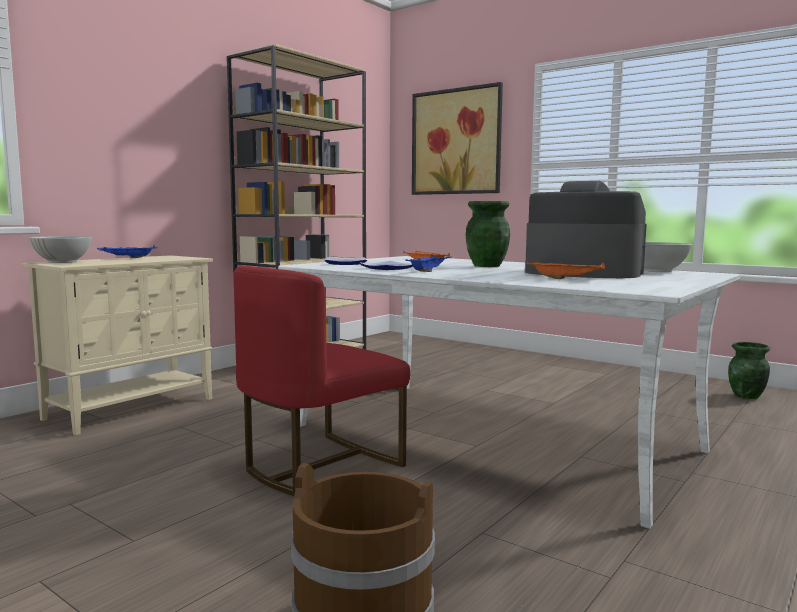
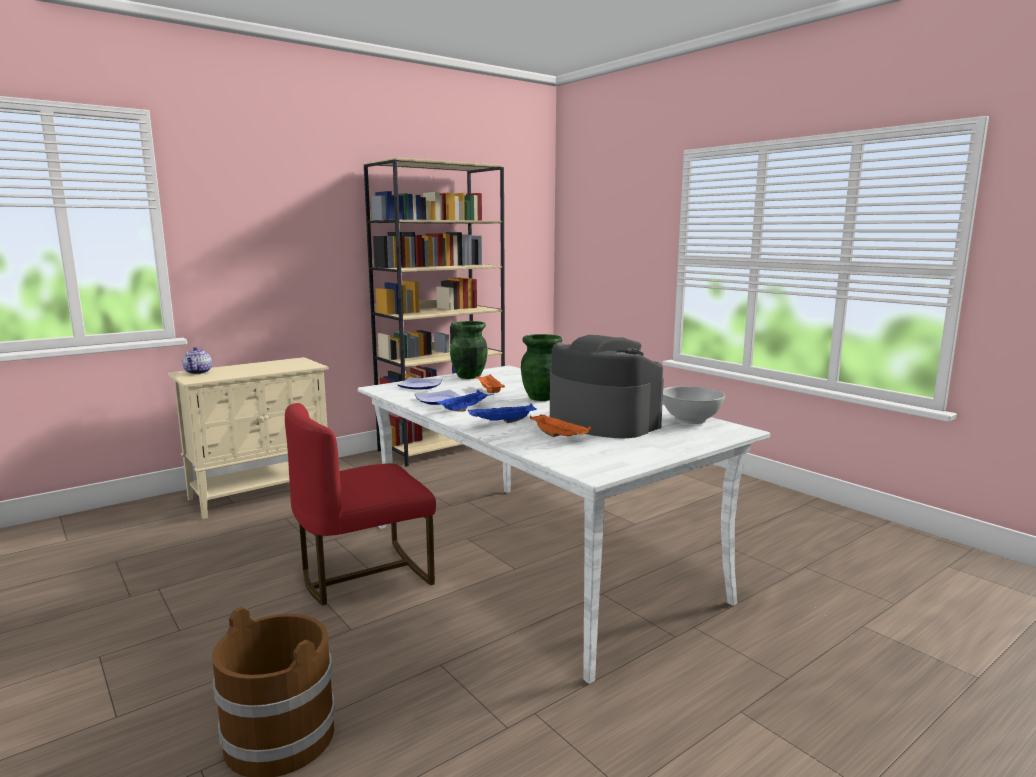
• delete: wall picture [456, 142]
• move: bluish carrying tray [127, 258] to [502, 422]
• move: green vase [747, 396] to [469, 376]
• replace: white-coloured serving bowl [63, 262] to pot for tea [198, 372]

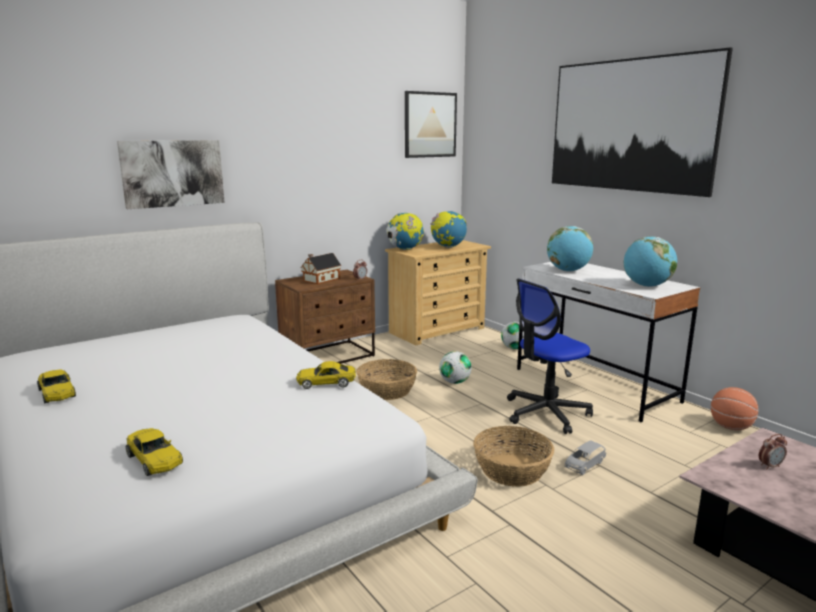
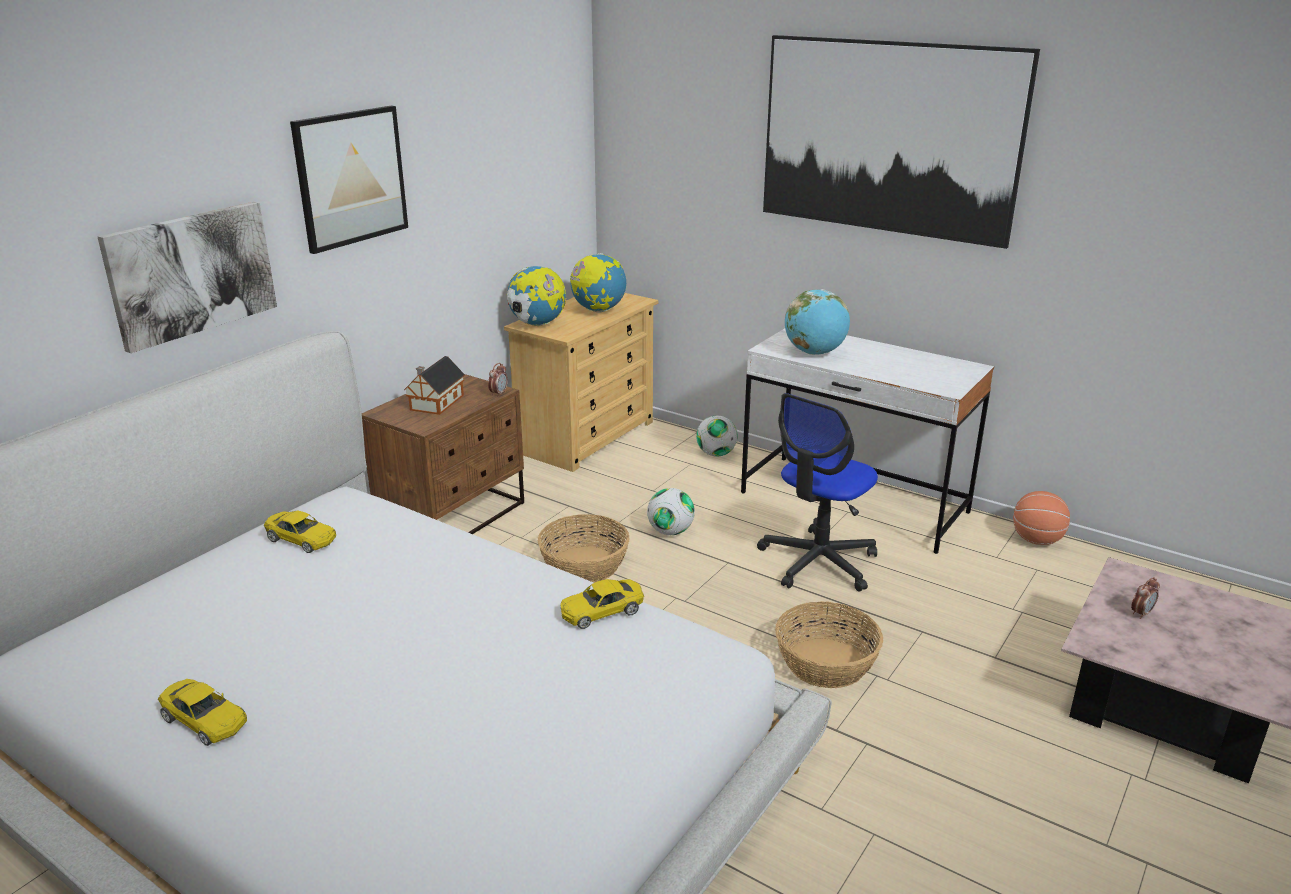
• delete: gray toy car [584, 465]
• delete: desk globe [647, 286]
• move: yellow-coloured toy car [154, 459] to [301, 539]
• move: wall picture [430, 125] to [351, 177]

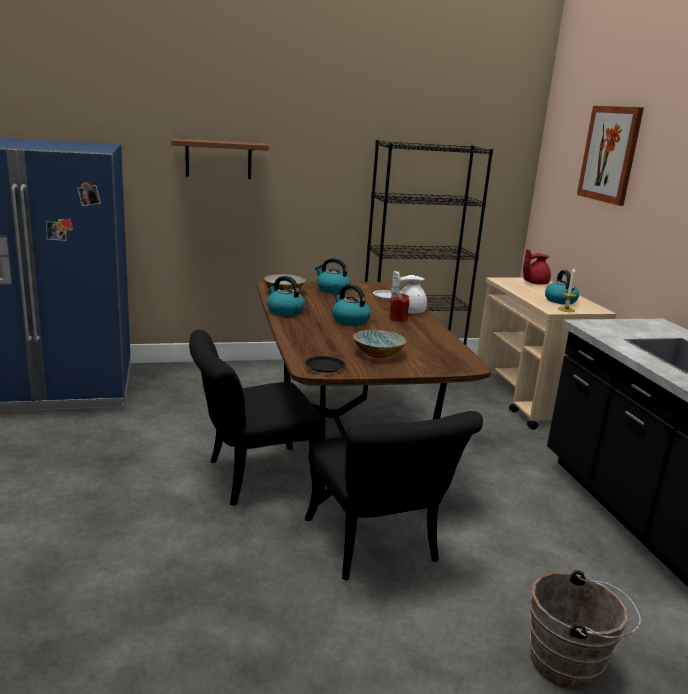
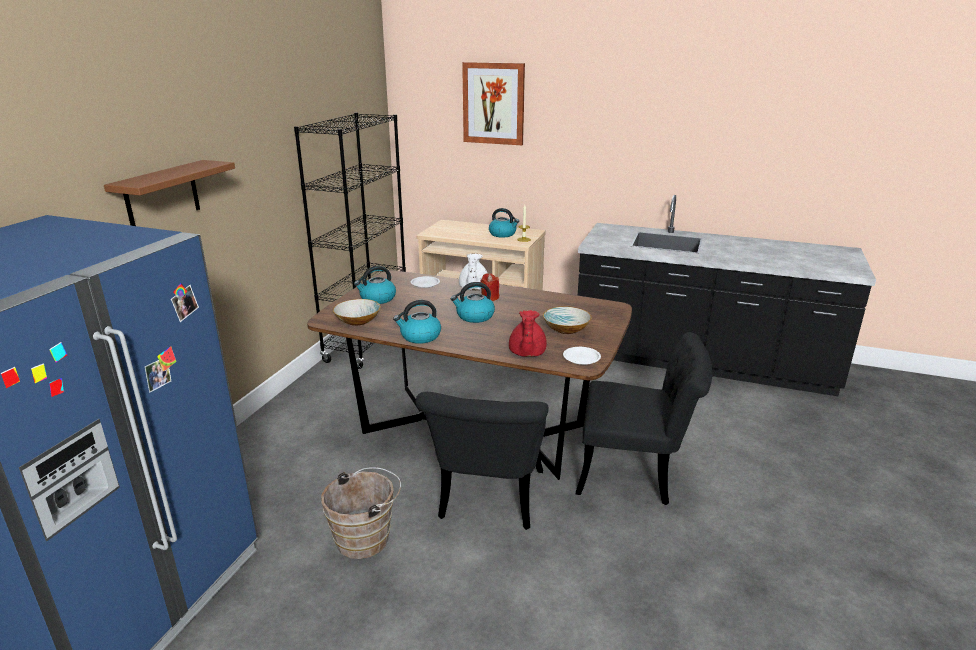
• move: red-coloured pot for tea [534, 283] to [526, 353]
• move: brownish water bucket [571, 665] to [367, 538]
• recolor: black flat dish [324, 367] to white-coloured flat dish [581, 358]

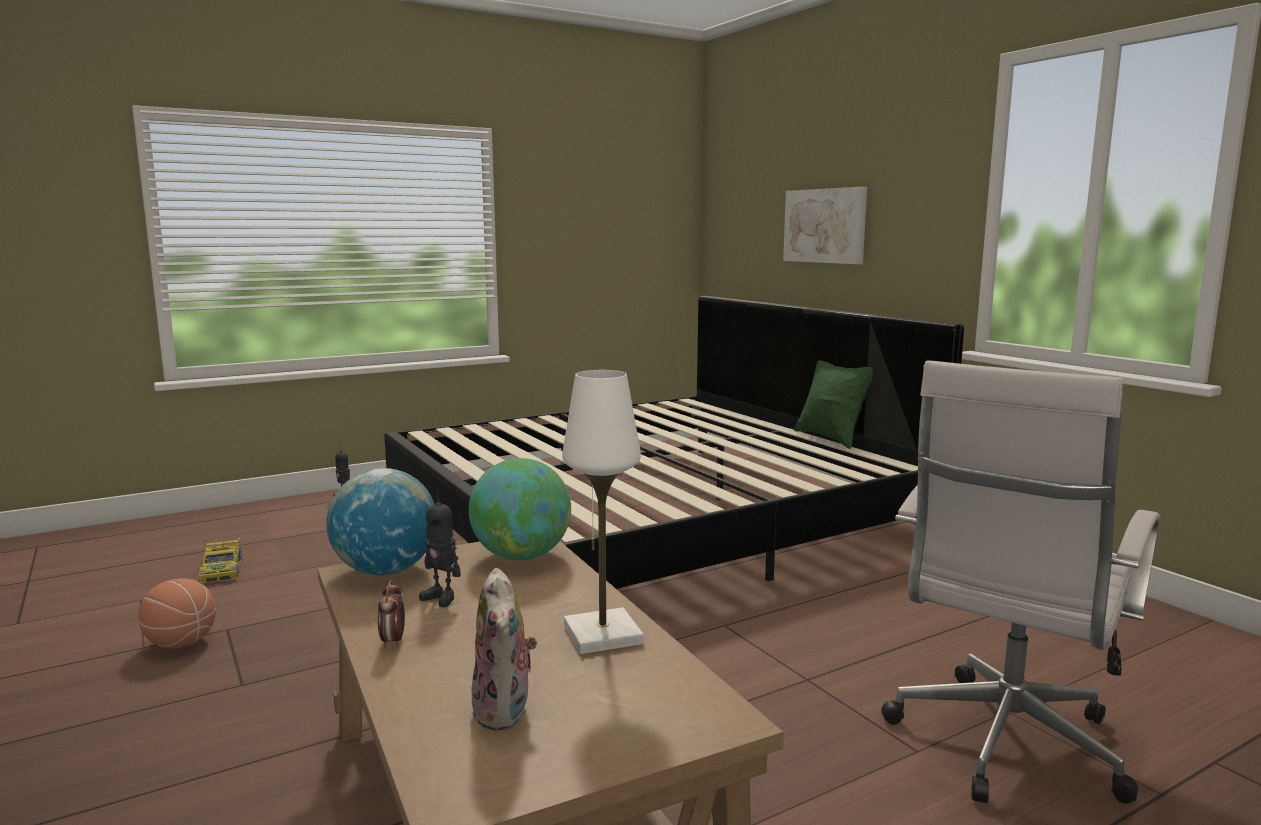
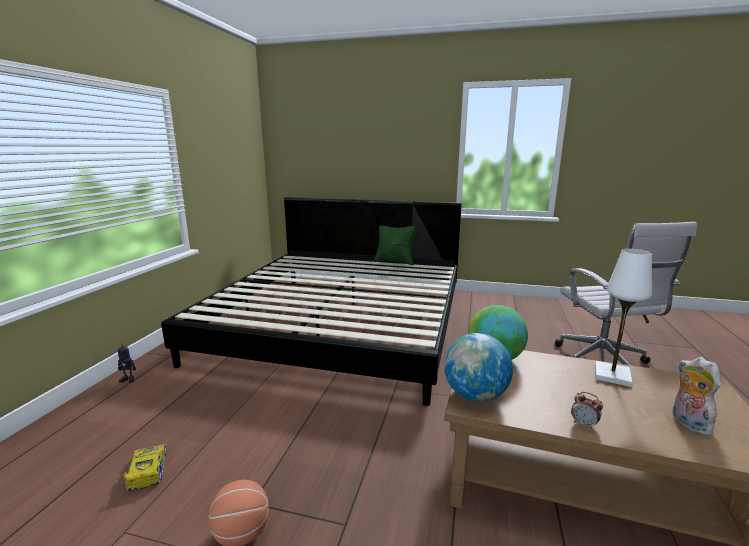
• delete: robot figure [441, 598]
• delete: wall picture [825, 226]
• rotate: toy car [222, 570] = [147, 471] 135 degrees counterclockwise
• rotate: cuddly toy [506, 712] = [687, 423] 135 degrees counterclockwise

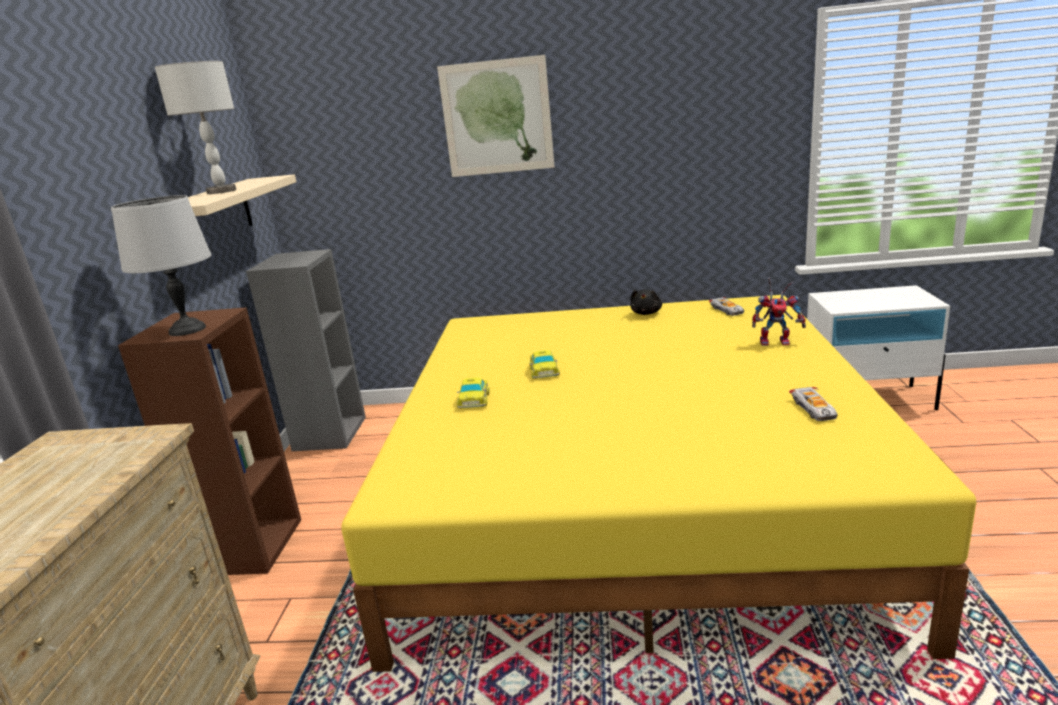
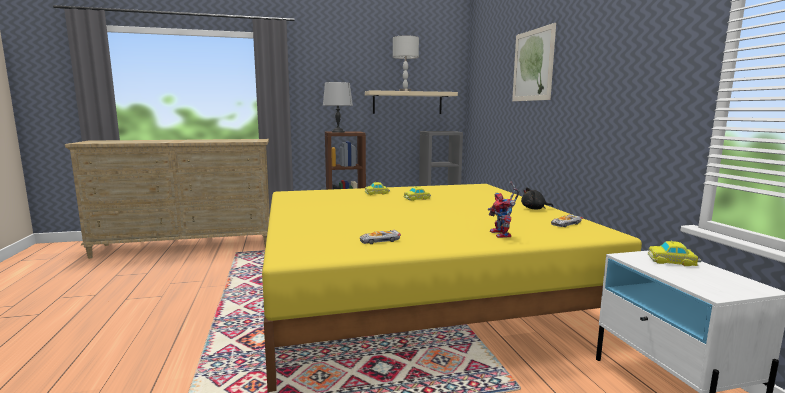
• insert: toy car [672, 261]

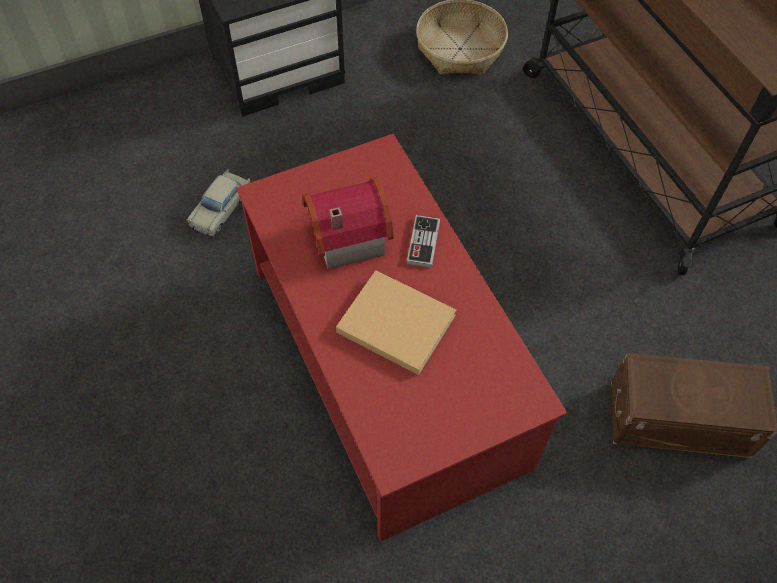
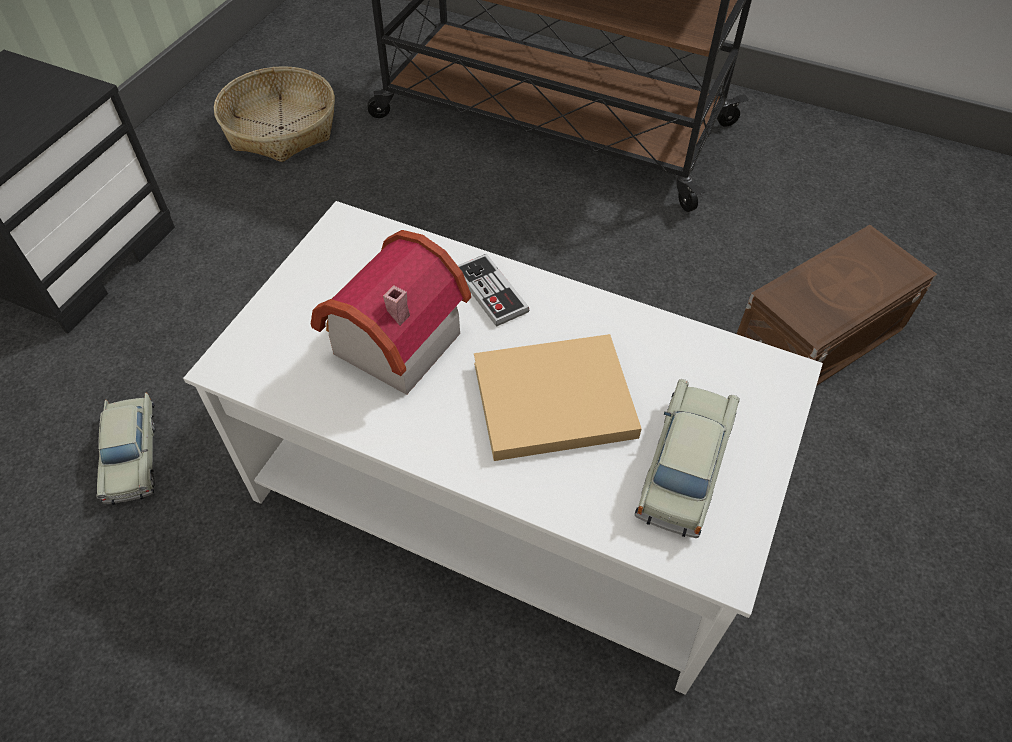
• insert: sand-coloured toy car [683, 466]
• recolor: red-coloured lounge table [386, 364] to white-coloured lounge table [502, 490]

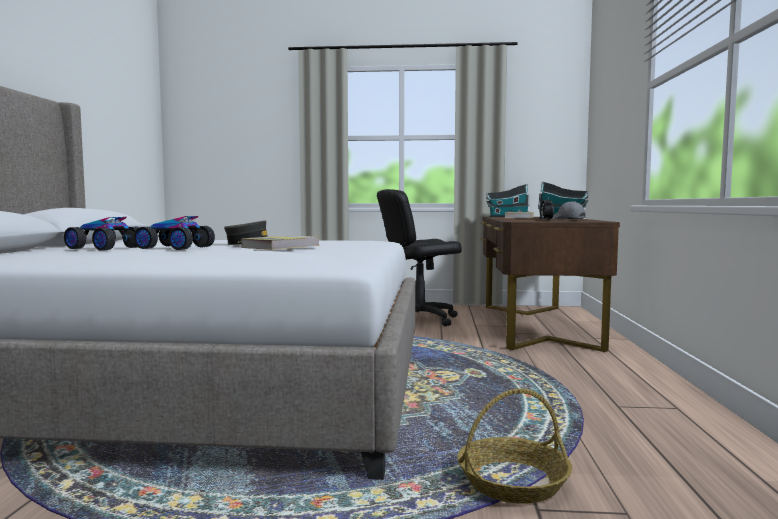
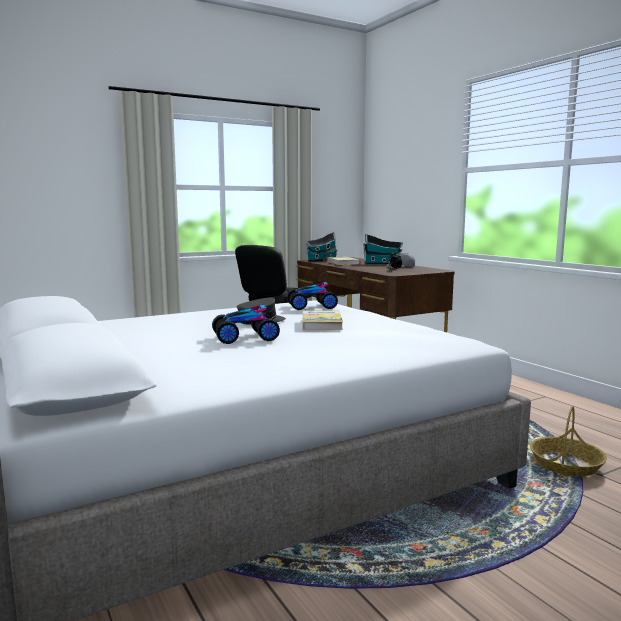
• move: toy car [105, 248] to [311, 306]

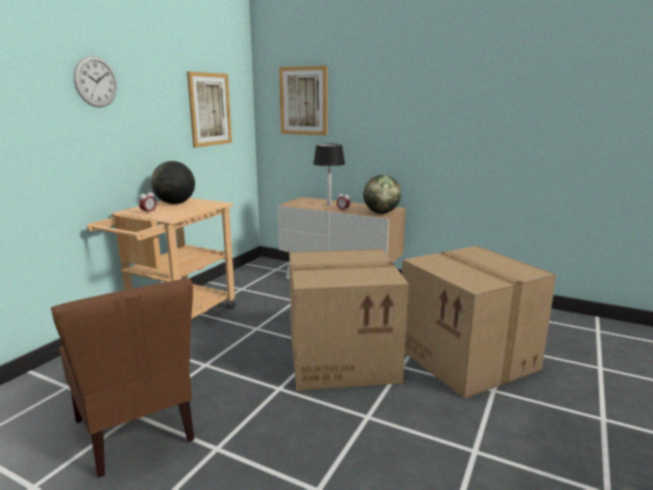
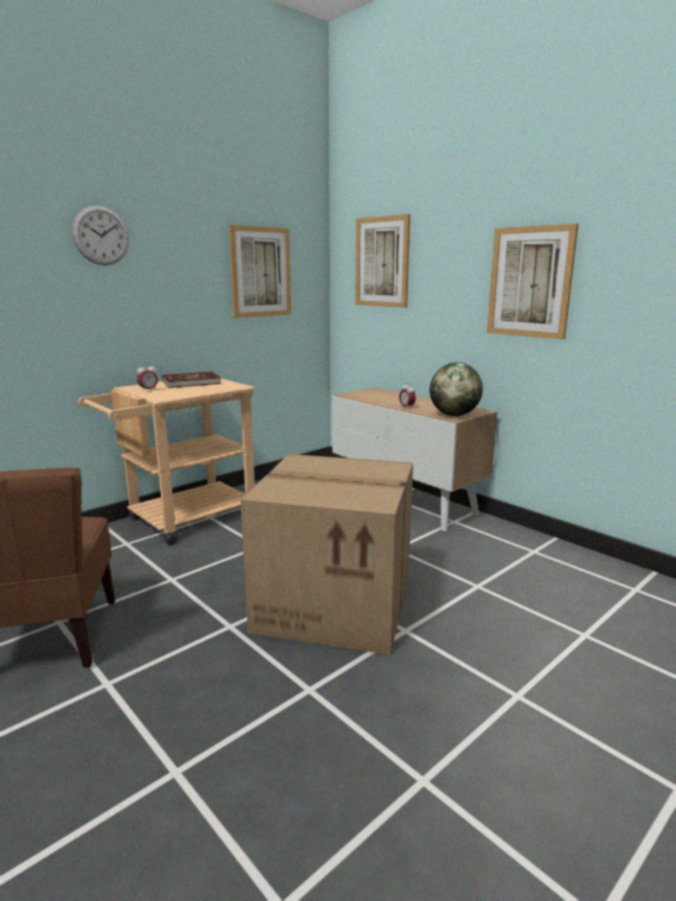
• delete: lamp for a table [329, 205]
• delete: packing box [469, 358]
• insert: wall picture [530, 282]
• replace: desk globe [175, 203] to red-coloured bound book [191, 382]

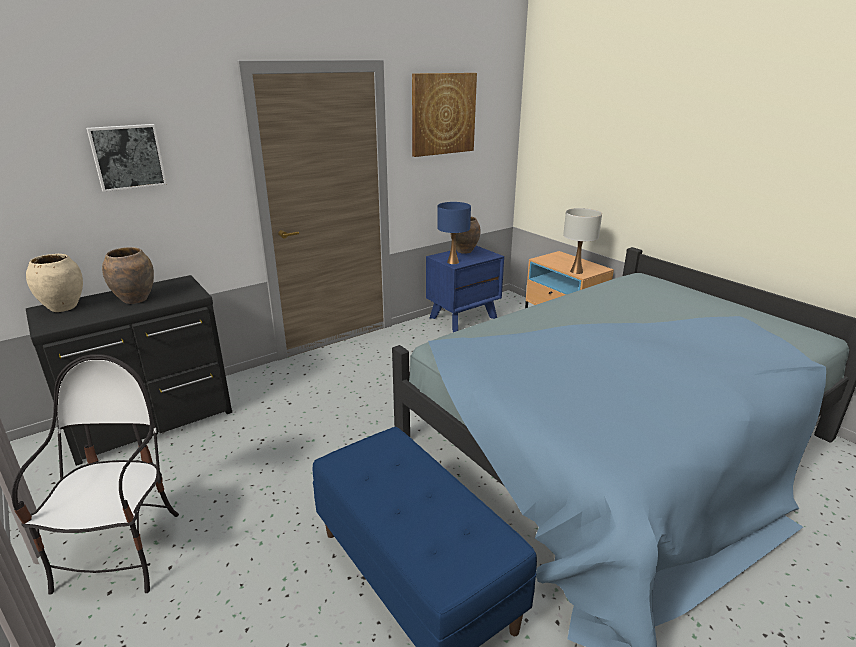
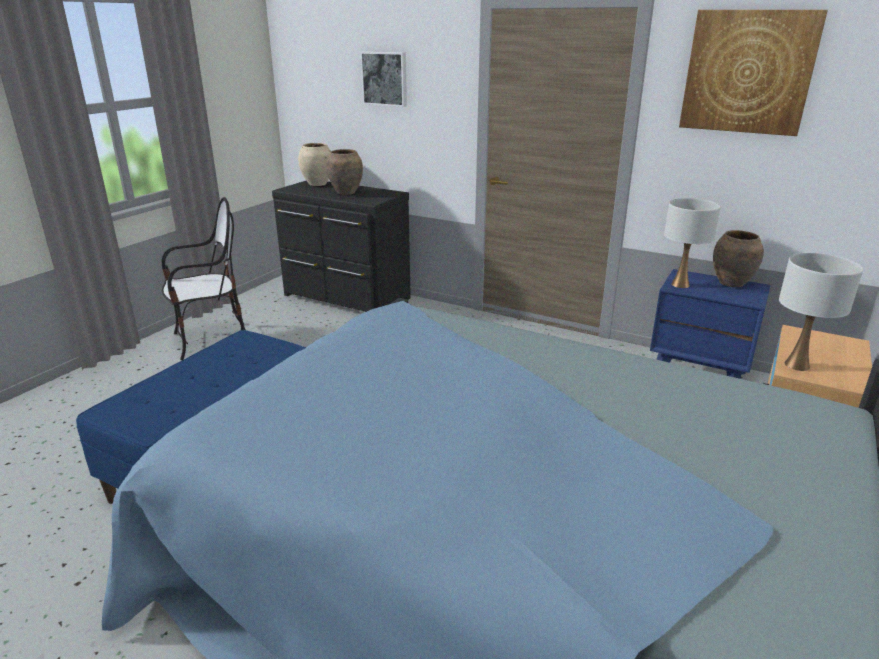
• recolor: bluish lamp for a table [453, 262] to white-coloured lamp for a table [680, 285]

